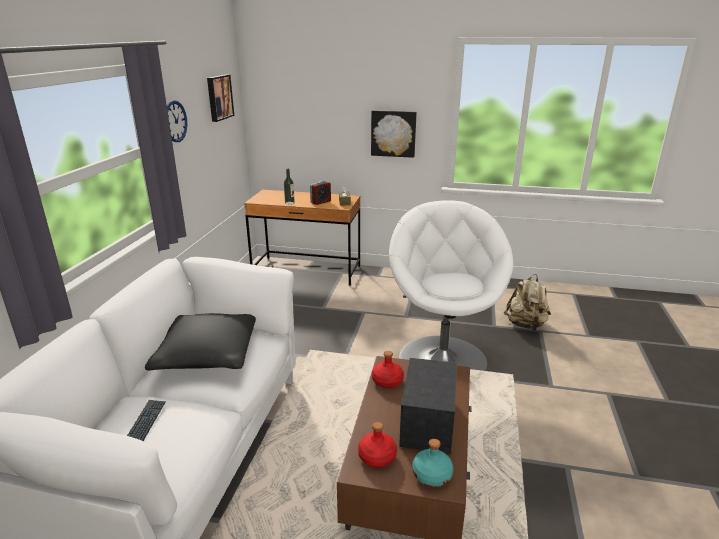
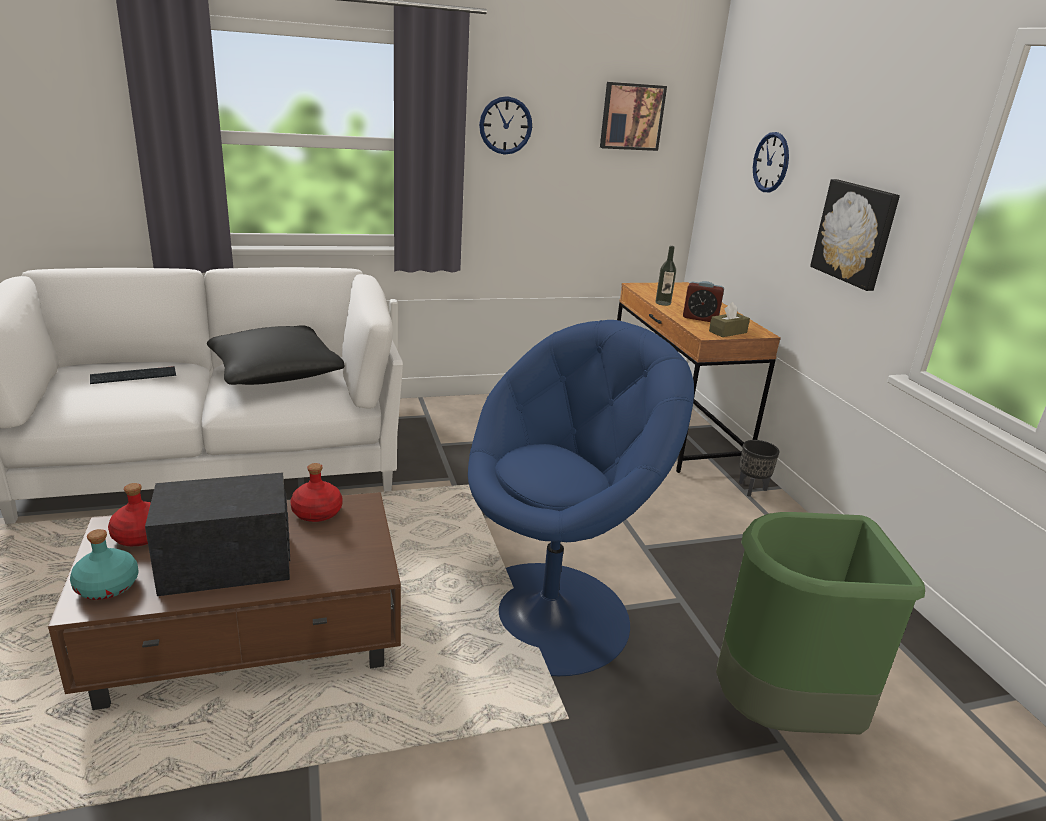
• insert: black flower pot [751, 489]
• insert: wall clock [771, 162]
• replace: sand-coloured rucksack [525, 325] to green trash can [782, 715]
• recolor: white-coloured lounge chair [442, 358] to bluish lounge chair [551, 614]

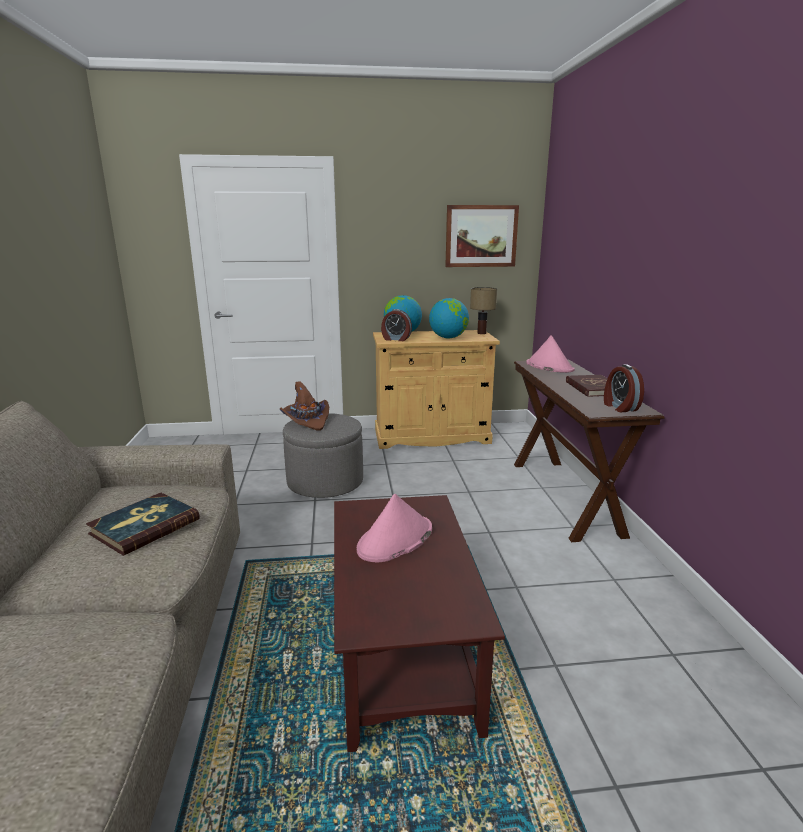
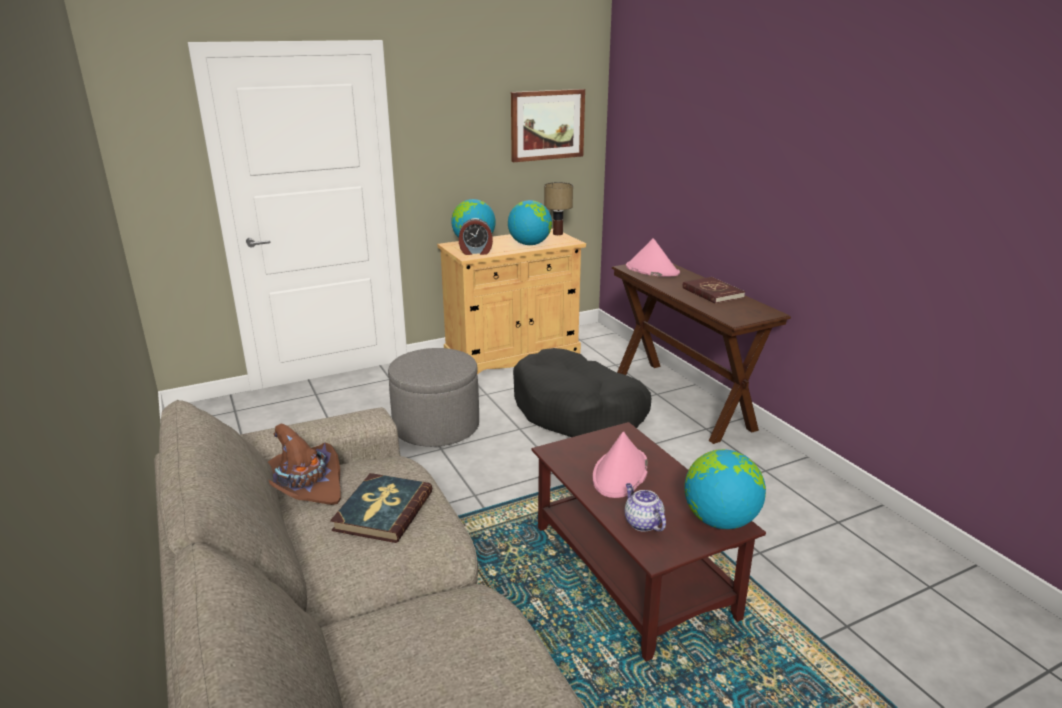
• delete: alarm clock [619, 407]
• insert: black dog bed [578, 411]
• insert: pot for tea [642, 523]
• insert: desk globe [720, 520]
• move: brownish clothing hat [307, 421] to [305, 485]

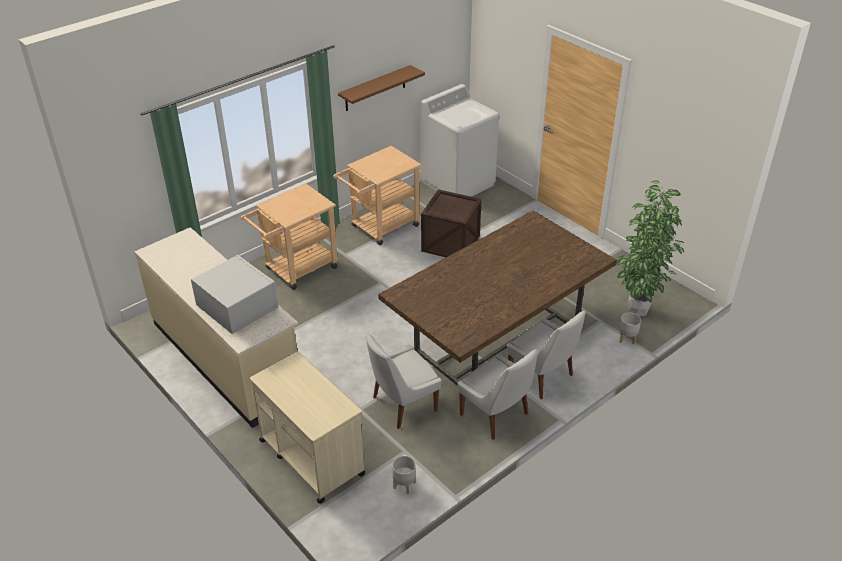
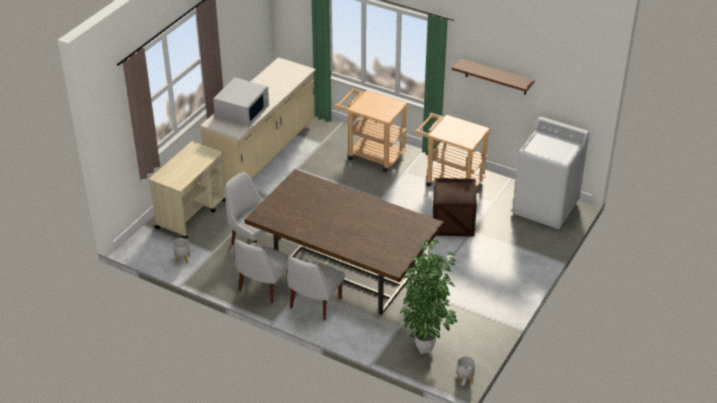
• move: gray flower pot [627, 339] to [464, 379]

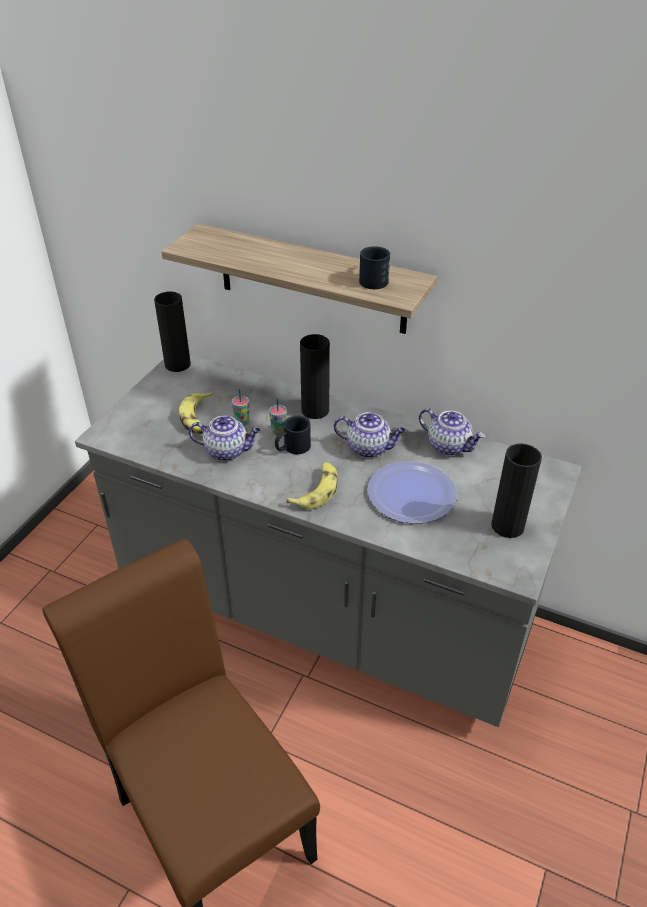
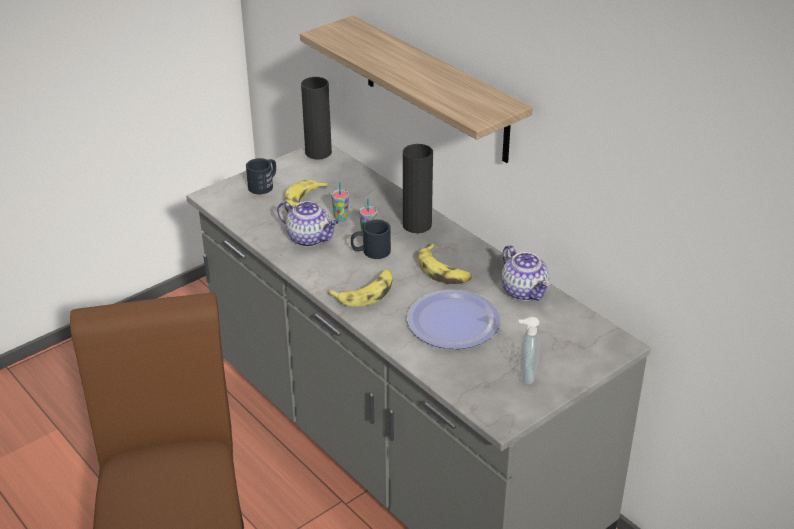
• move: black mug [374, 278] to [264, 185]
• replace: pot for tea [369, 448] to banana fruit [443, 271]
• replace: black vase [507, 526] to soap bottle [525, 376]

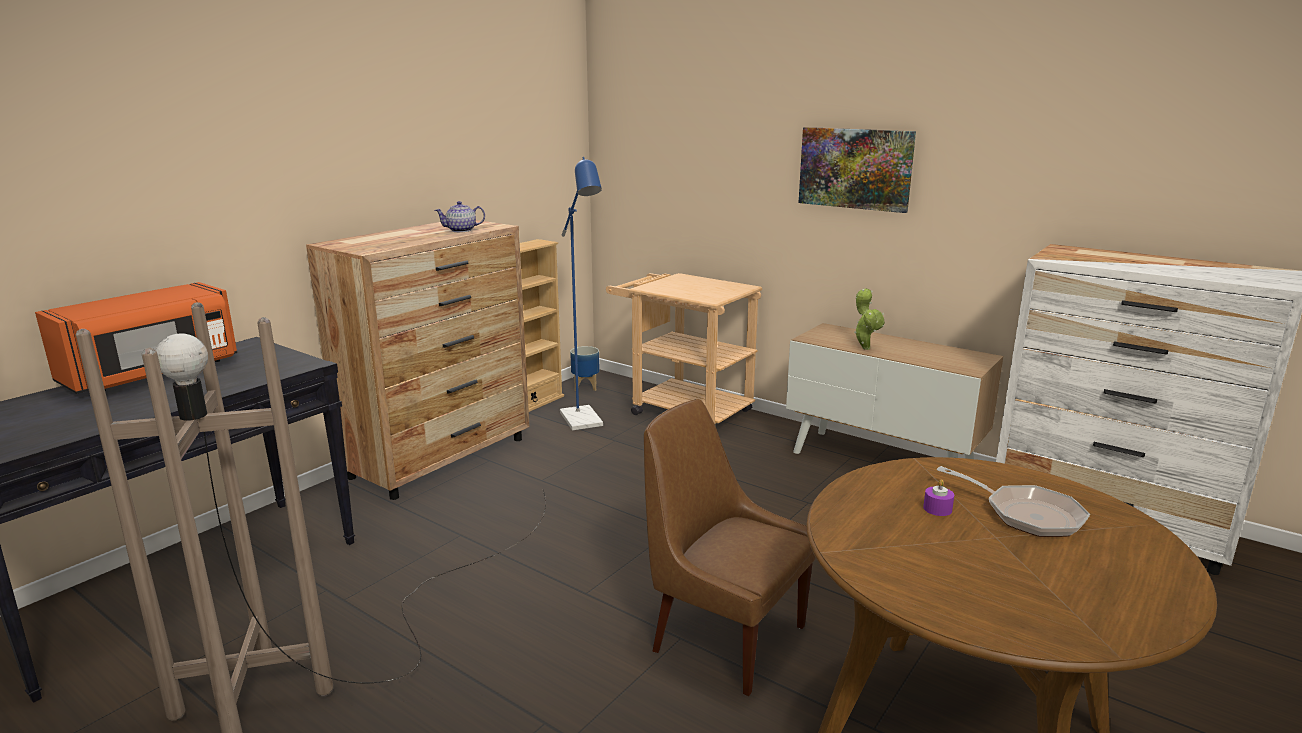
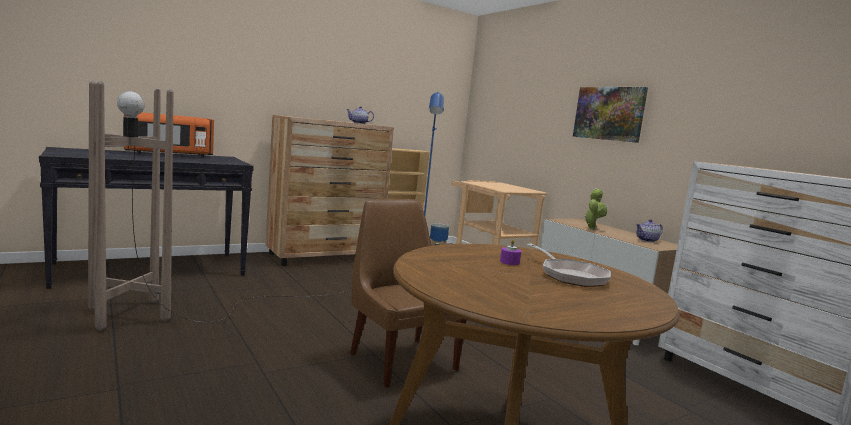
• insert: pot for tea [647, 240]

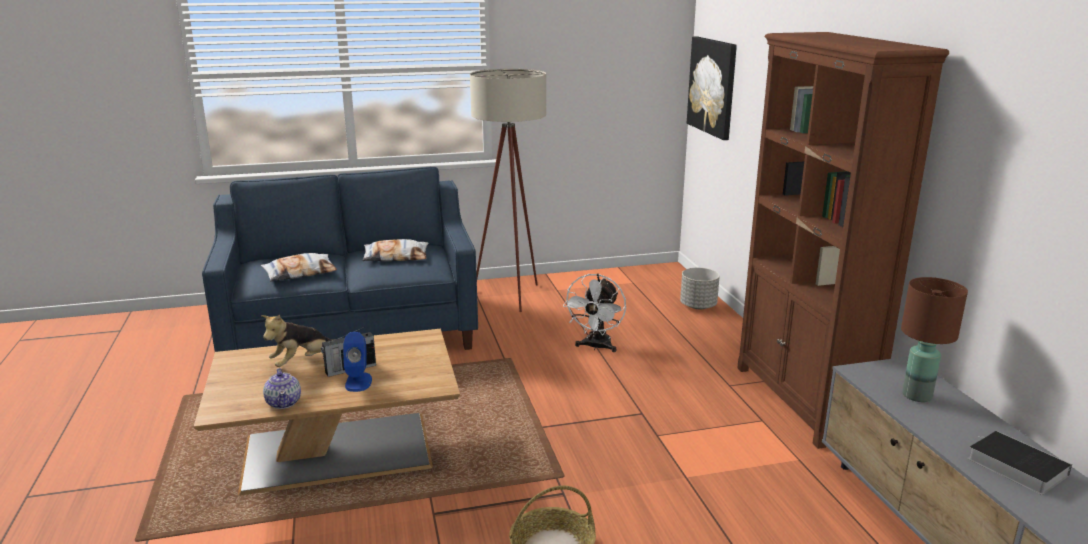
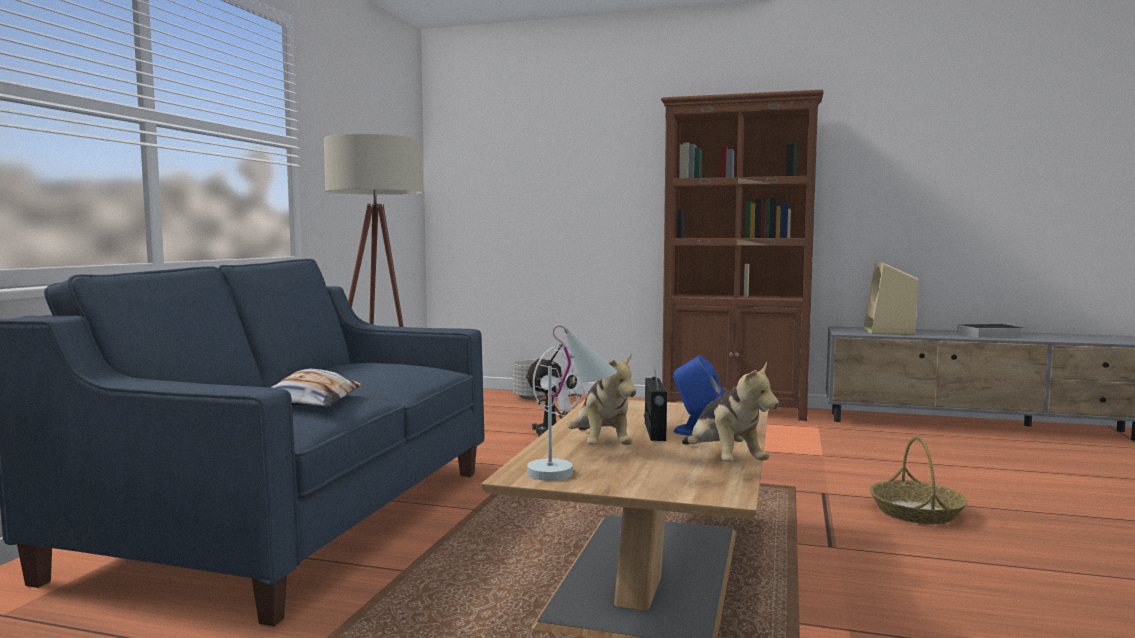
• delete: throw pillow [396, 257]
• delete: wall picture [713, 86]
• insert: white-coloured lamp for a table [571, 473]
• replace: pot for tea [284, 402] to cuddly toy [723, 462]
• replace: brownish lamp for a table [917, 396] to sand-coloured speaker [889, 332]

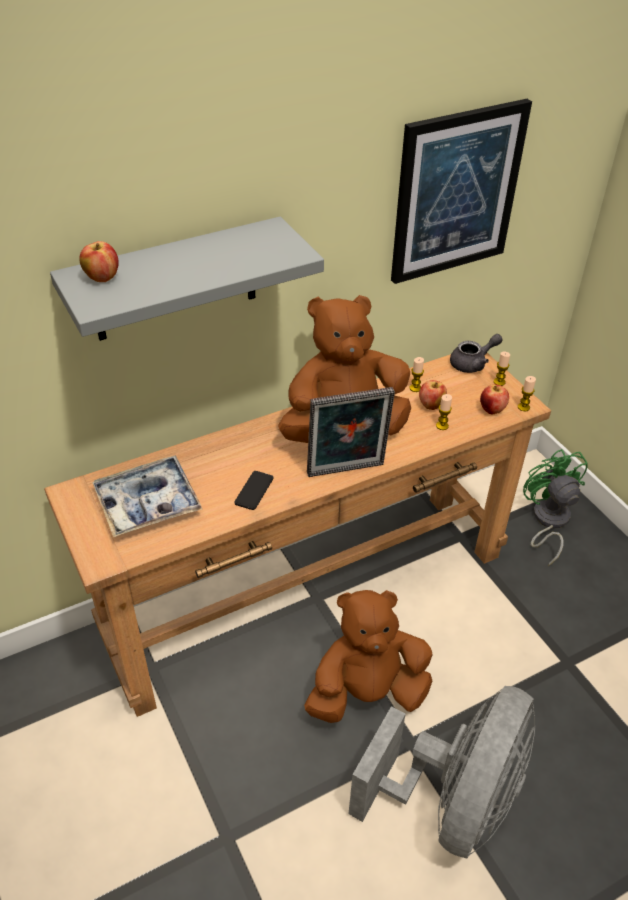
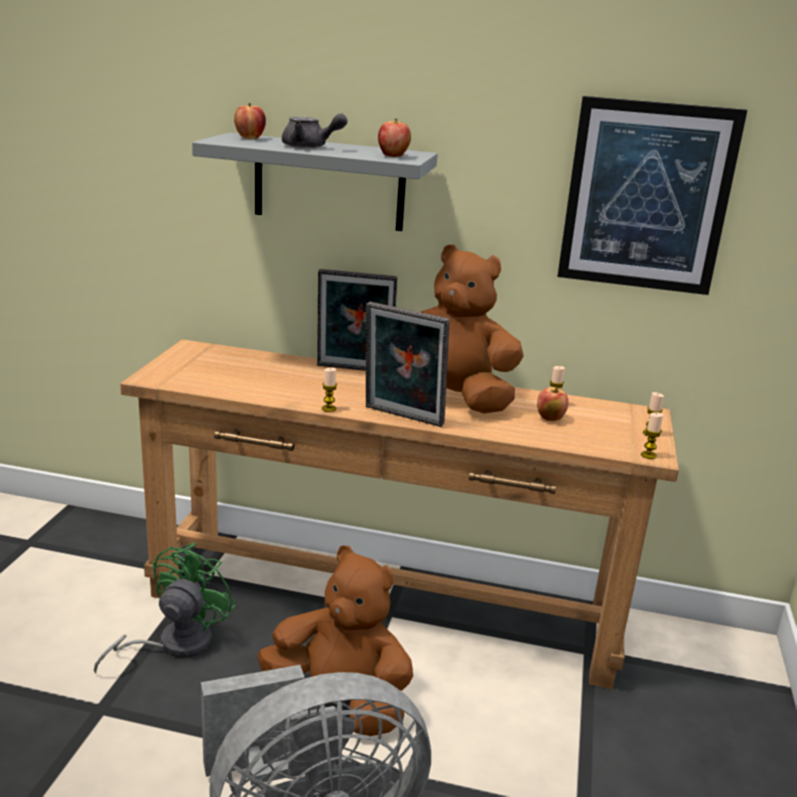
• delete: carrying tray [148, 503]
• delete: handset [254, 490]
• insert: photo frame [354, 370]
• move: candle [442, 426] to [328, 408]
• move: gray pot for tea [472, 363] to [310, 147]
• move: apple fruit [492, 410] to [393, 156]
• move: green electric fan [547, 521] to [173, 644]

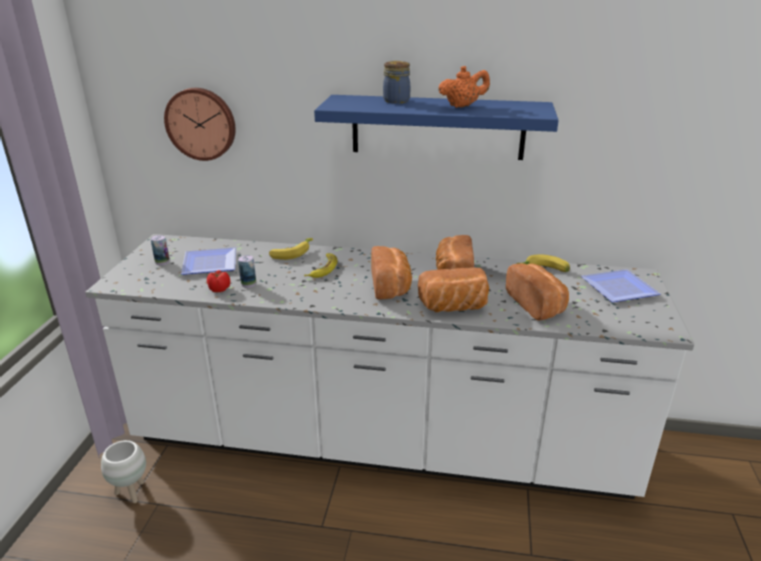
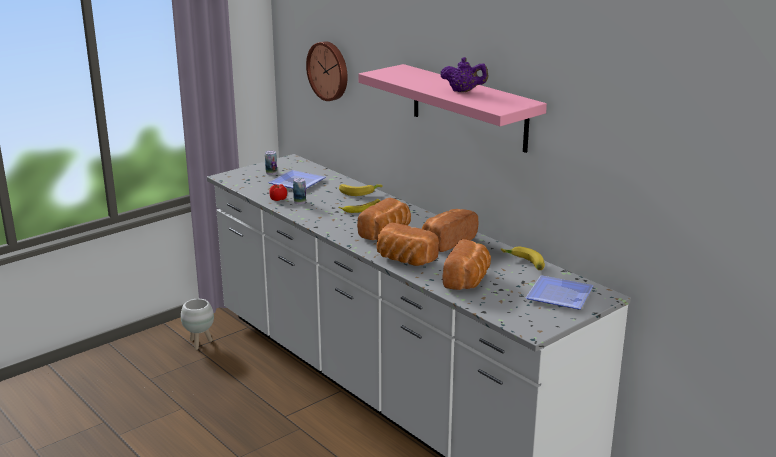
• delete: preserve jar [397, 100]
• recolor: bluish shelf [437, 127] to pinkish shelf [468, 107]
• recolor: orange-coloured pot for tea [462, 106] to purple pot for tea [463, 91]

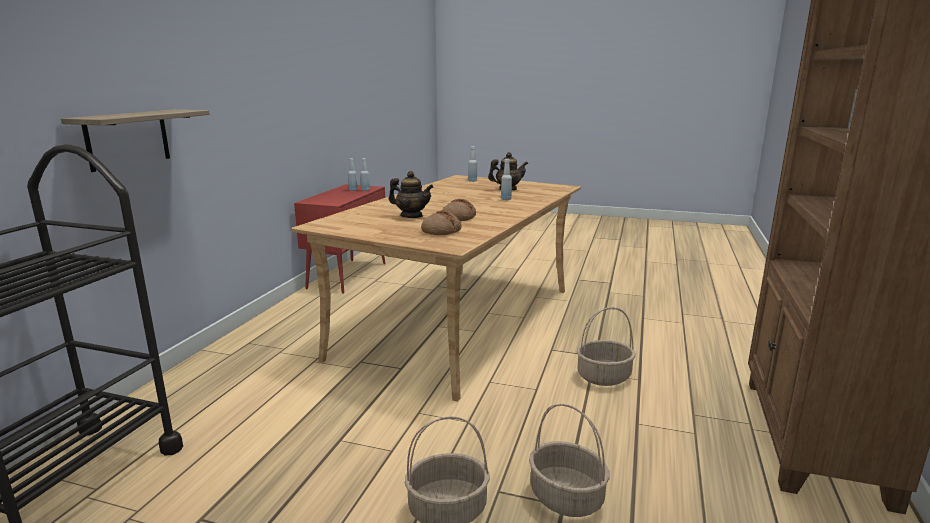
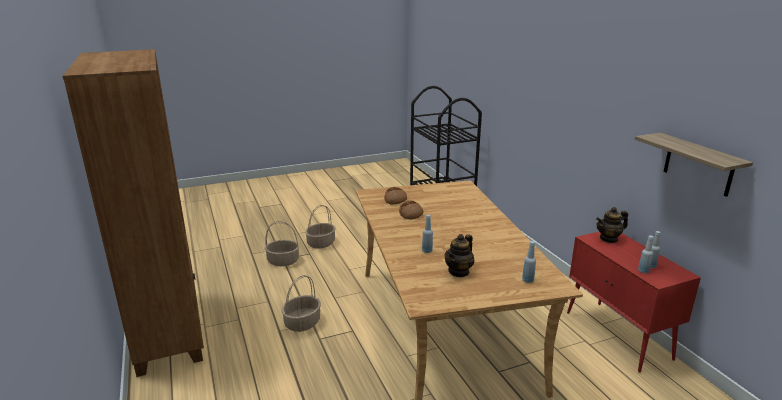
• move: shelf [128, 139] to [698, 164]
• move: pot for tea [411, 216] to [609, 239]

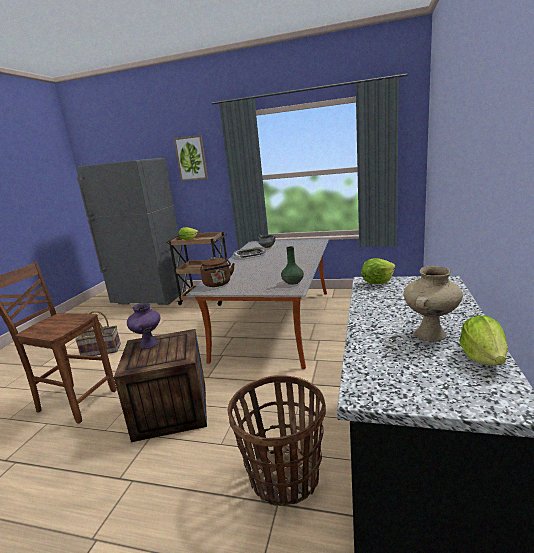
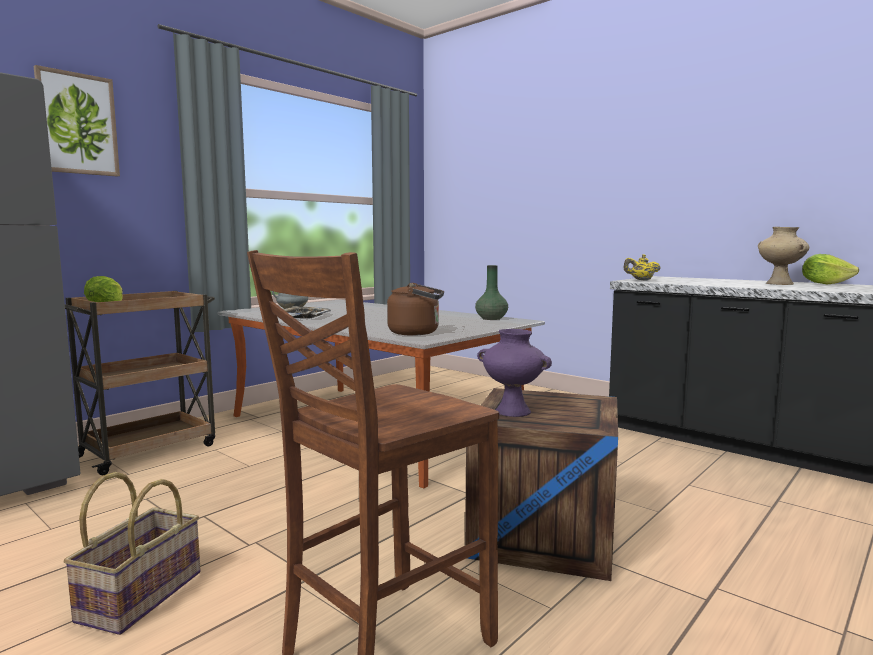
• delete: storage basket [284, 478]
• replace: head of lettuce [377, 282] to yellow-coloured pot for tea [641, 280]

